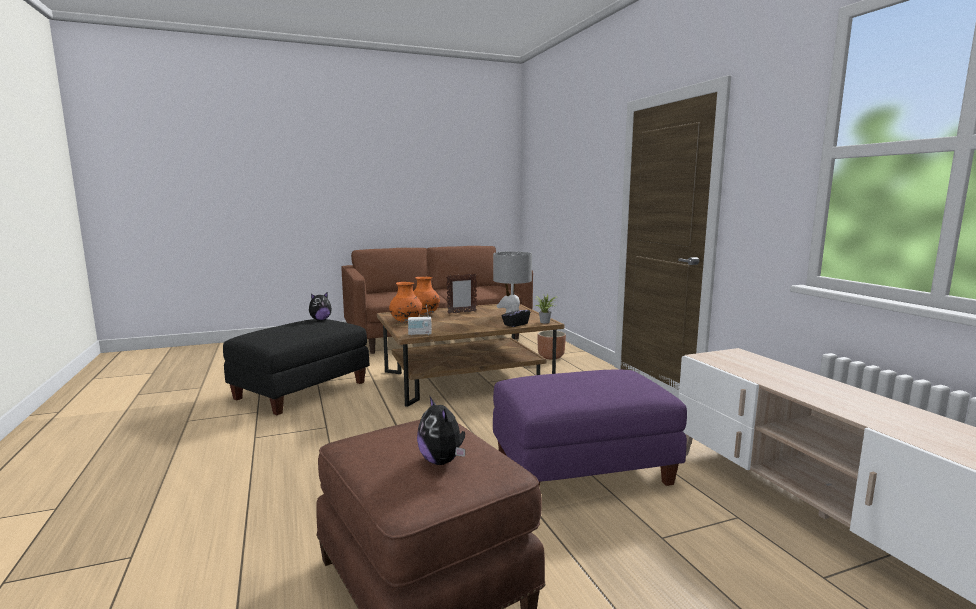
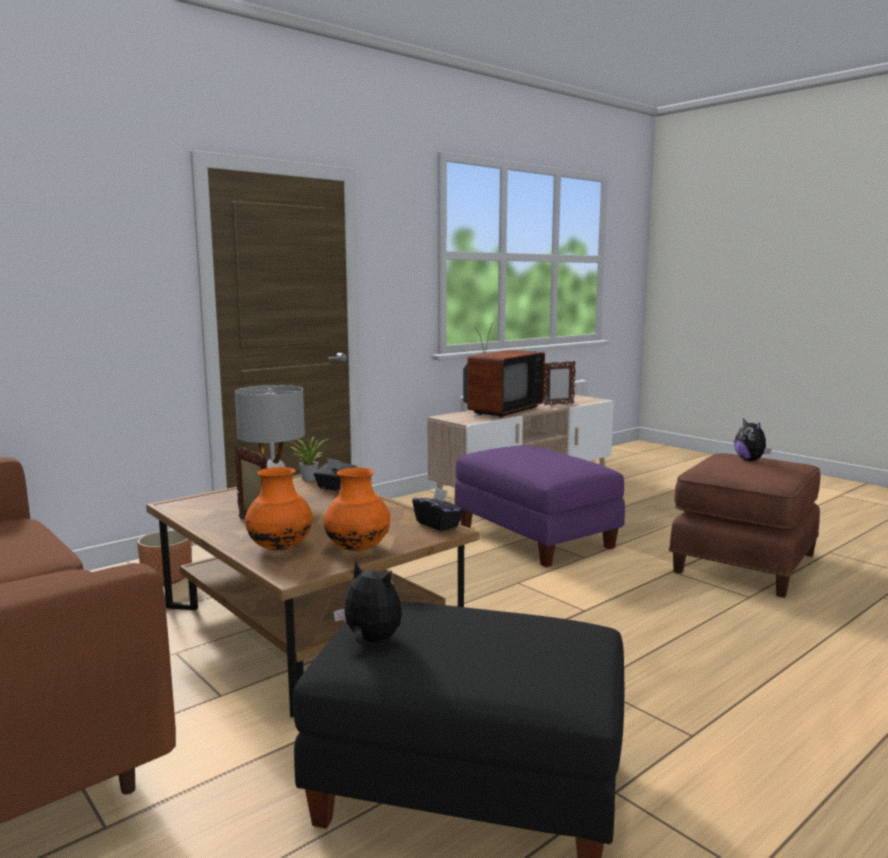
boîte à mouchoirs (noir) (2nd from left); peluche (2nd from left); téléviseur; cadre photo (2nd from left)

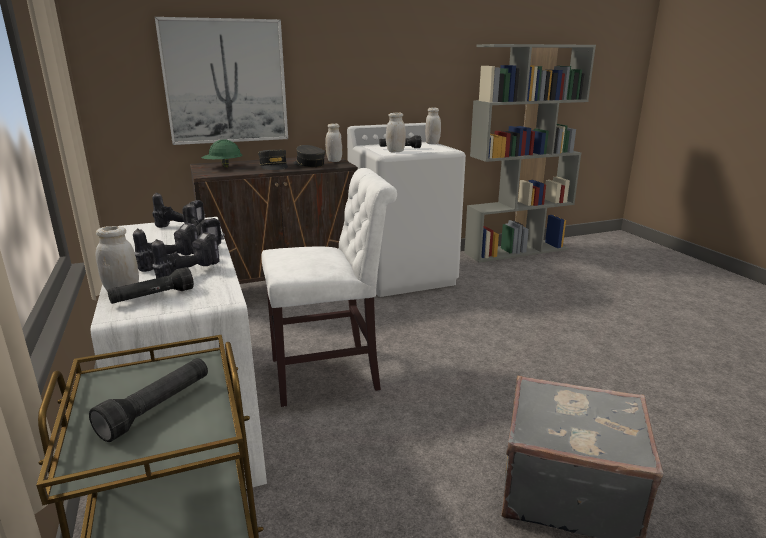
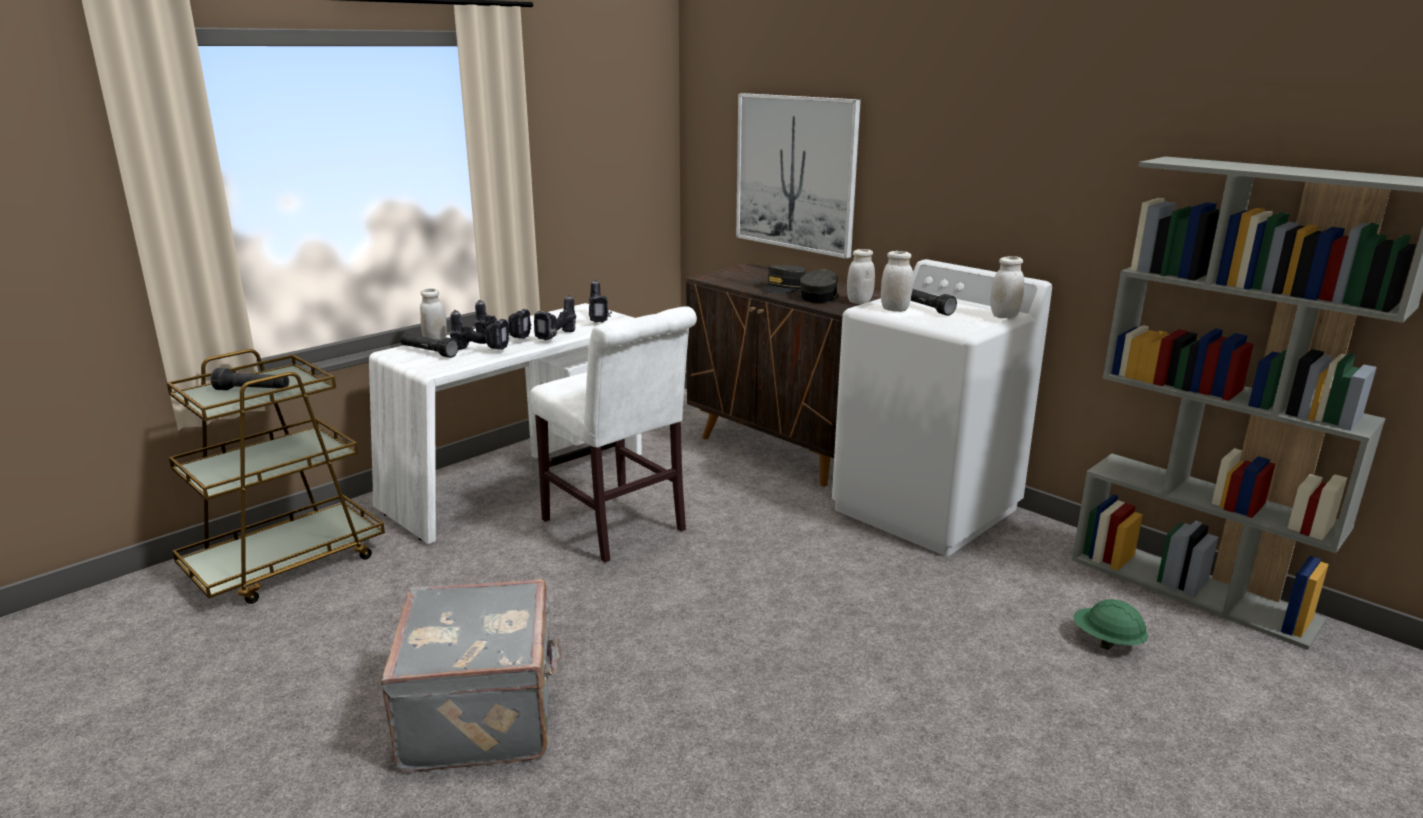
casque de chantier (vert)

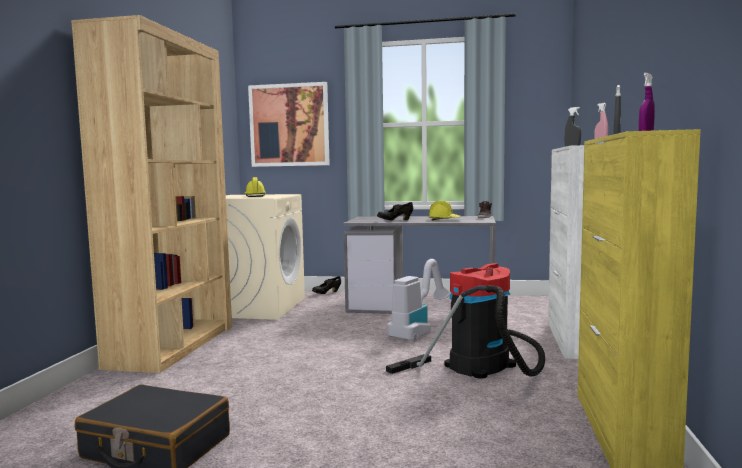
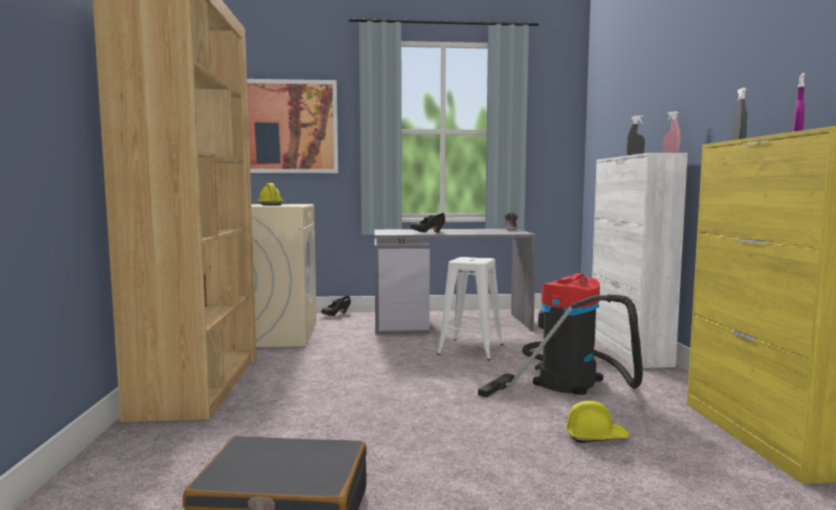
casque de chantier (jaune) (2nd from left); tabouret (blanc)

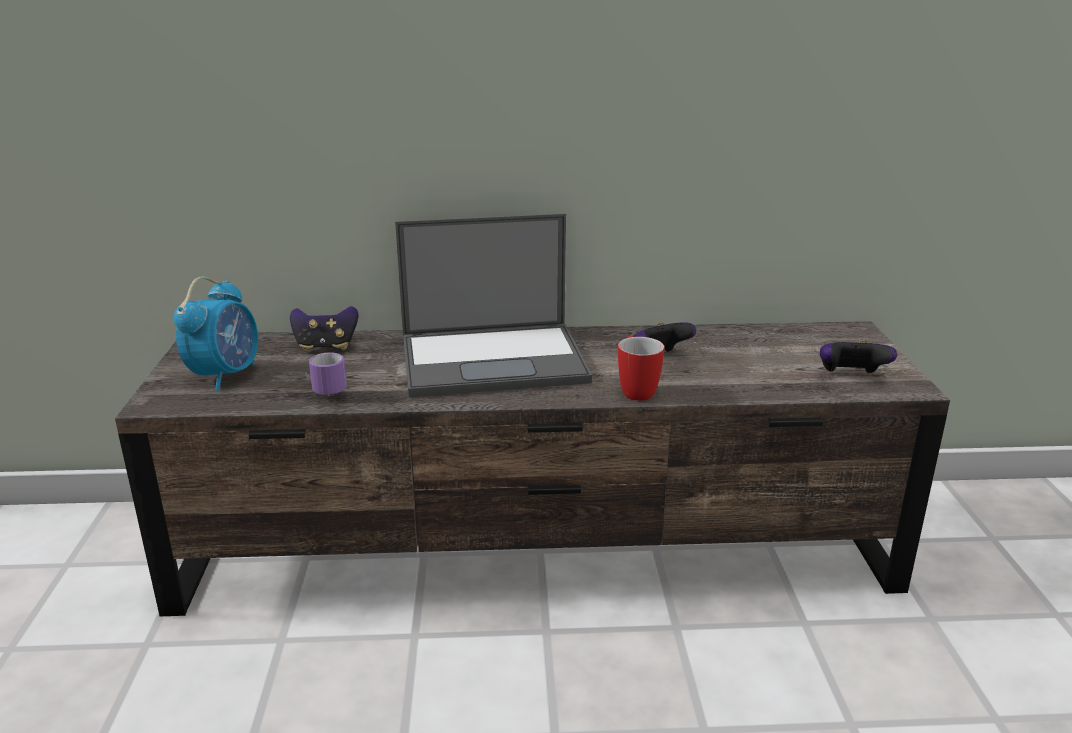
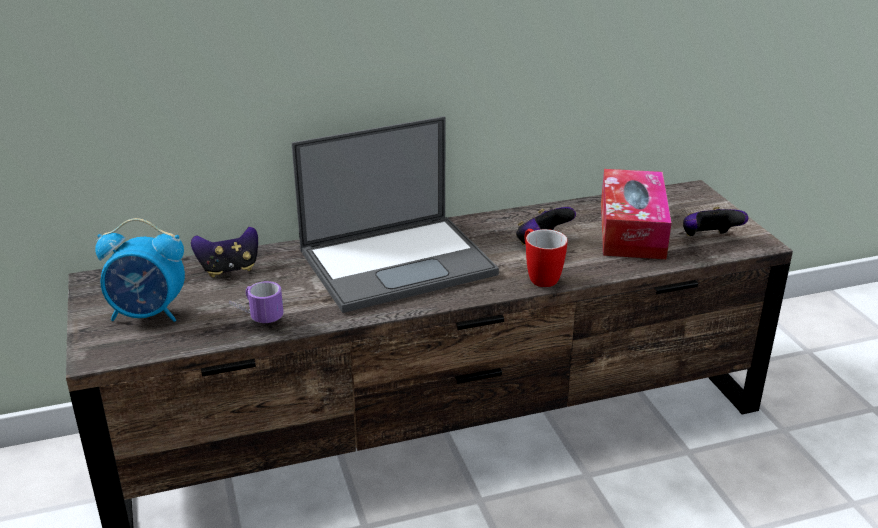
réveil; boîte à mouchoirs

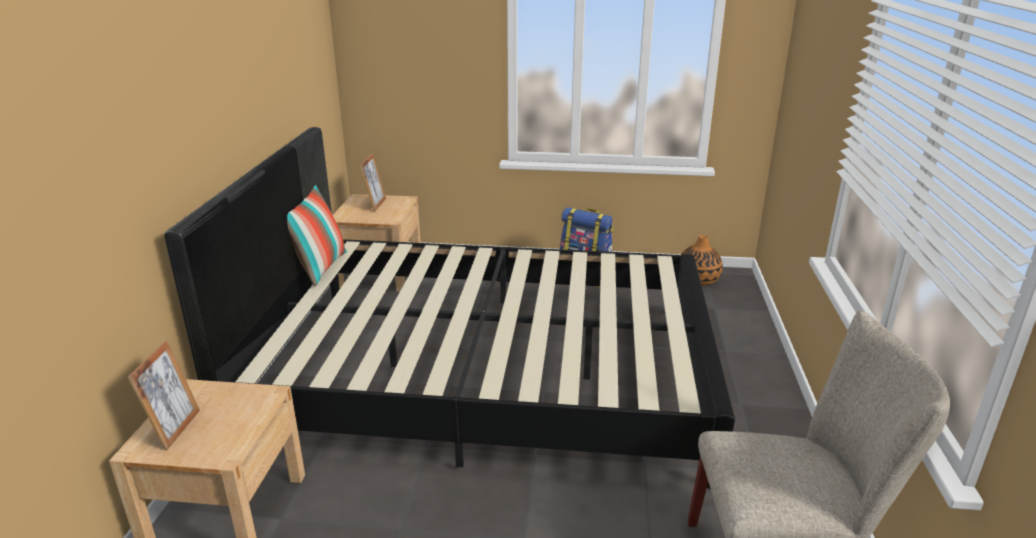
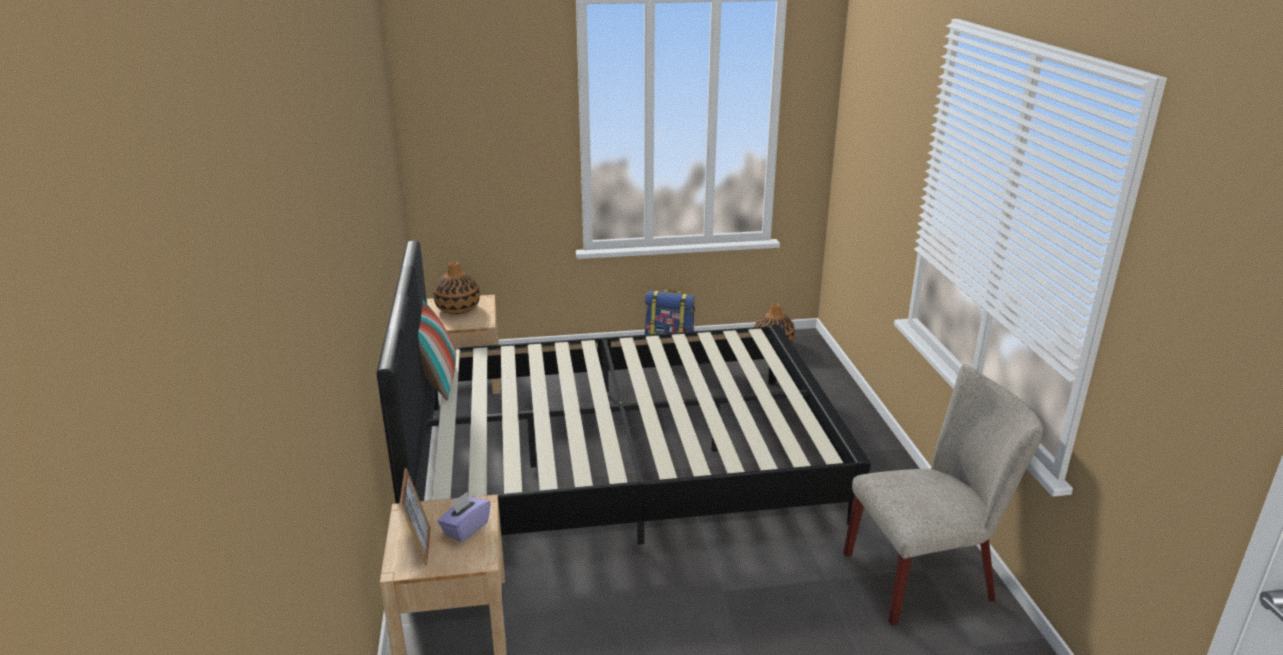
vase (1st from left); boîte à mouchoirs (violet)

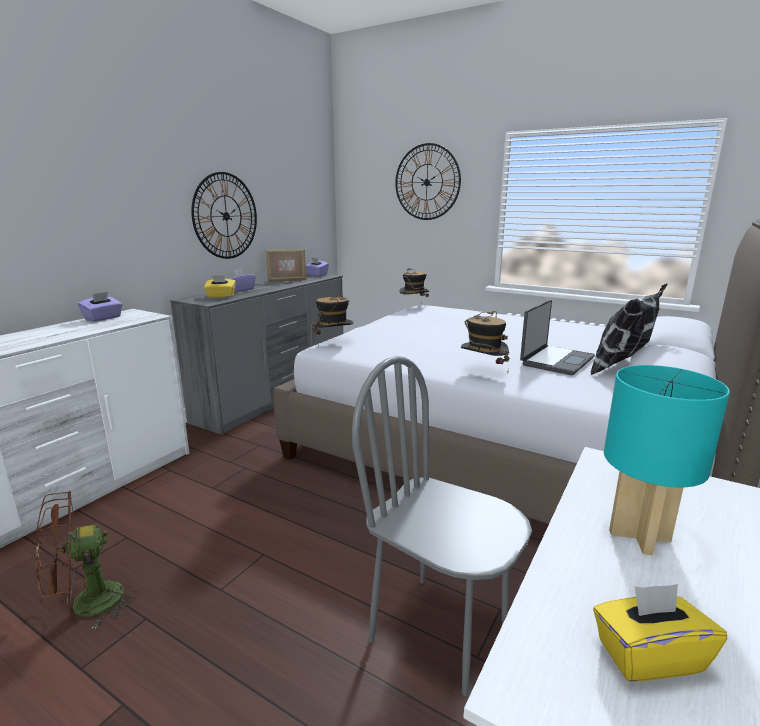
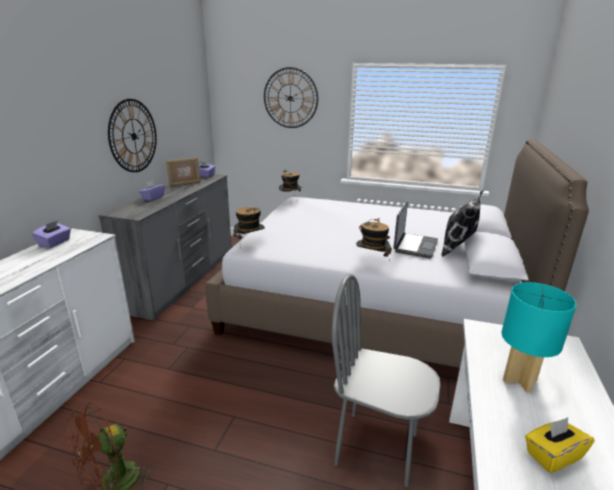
boîte à mouchoirs (jaune) (1st from left in the first image)

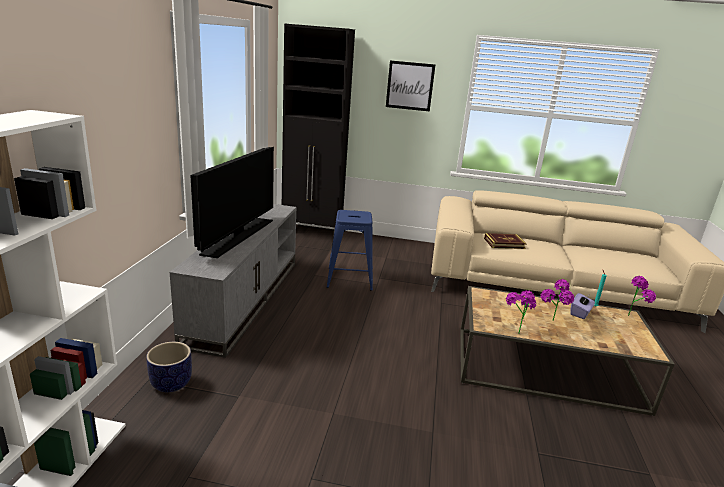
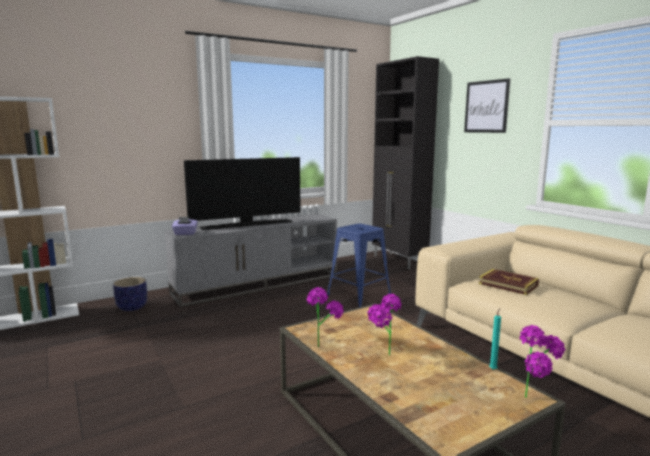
boîte à mouchoirs (violet)

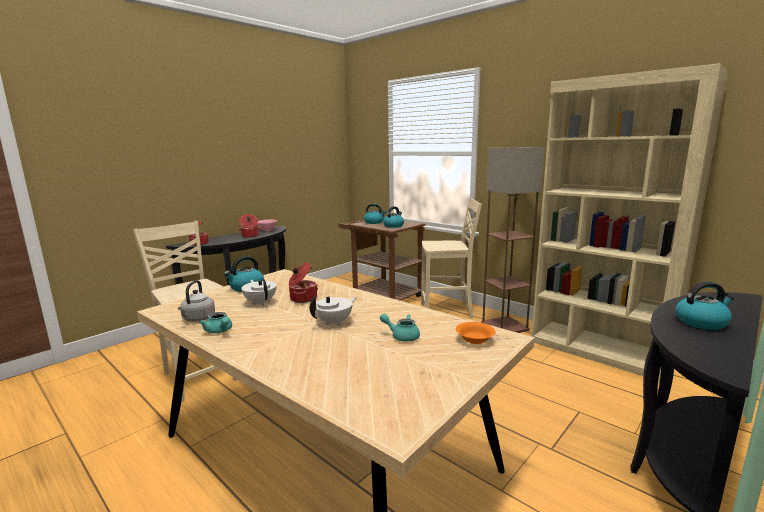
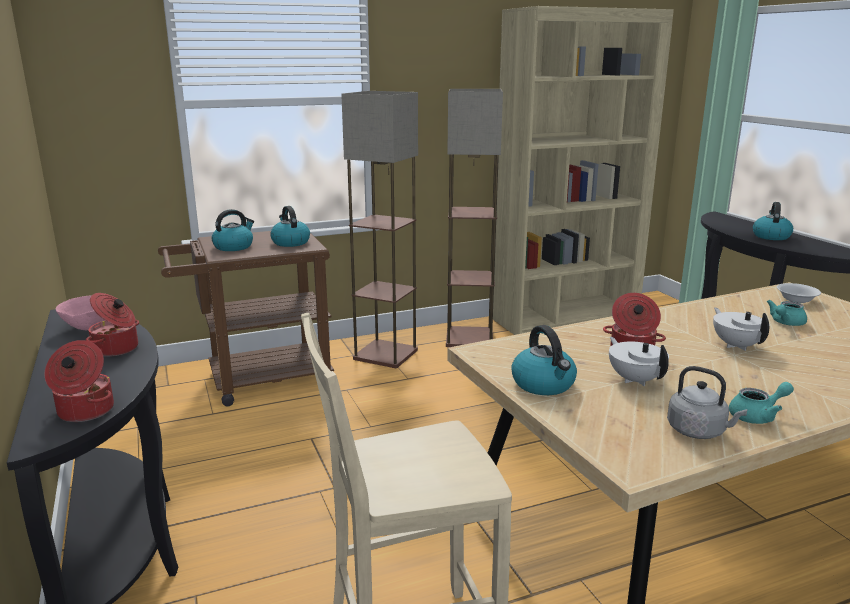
lampadaire (1st from left); théière (blanc) (1st from left); bol (blanc)

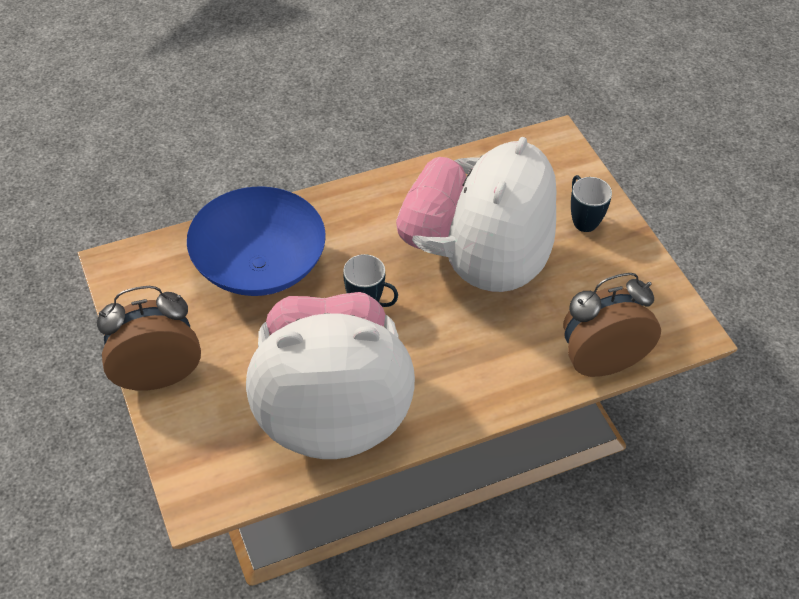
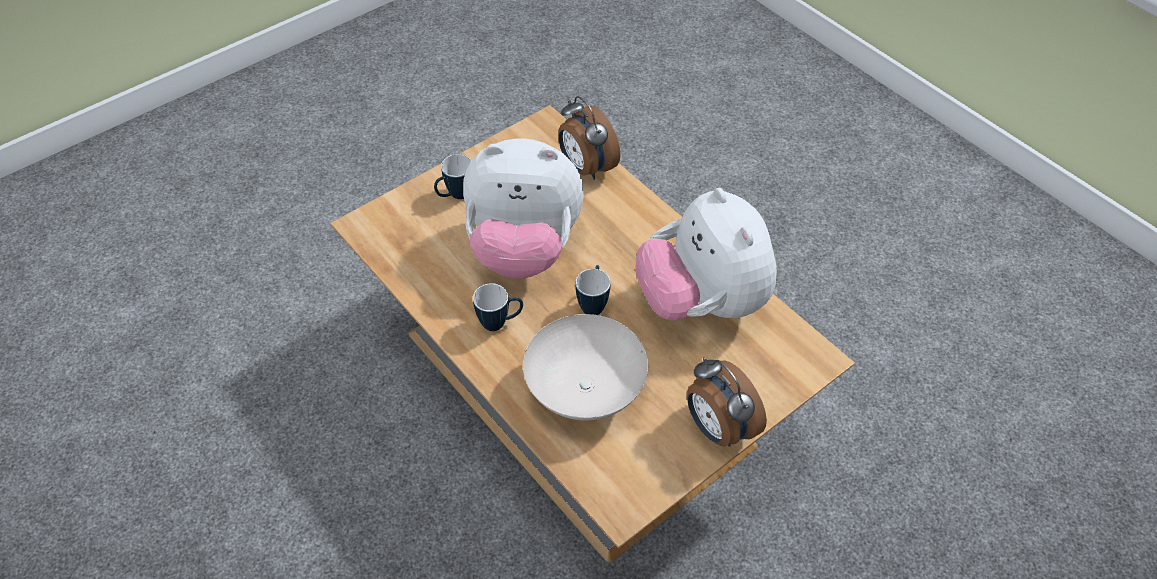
bol (blanc); mug (2nd from left)

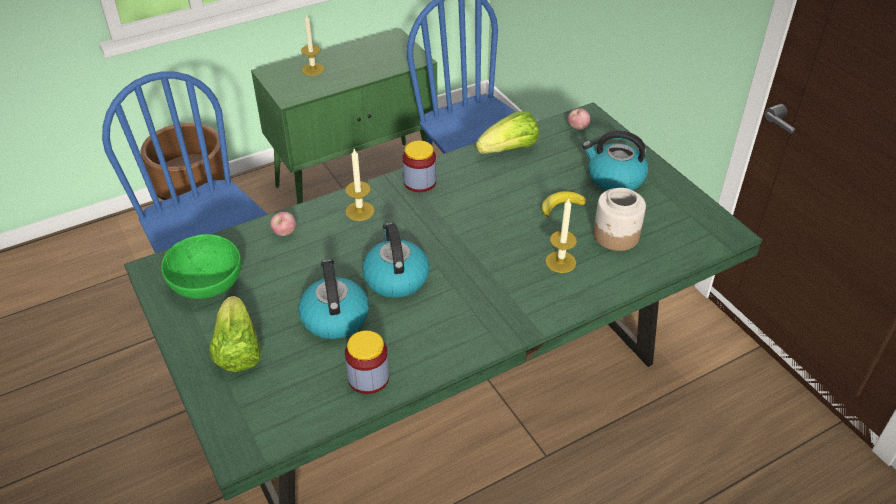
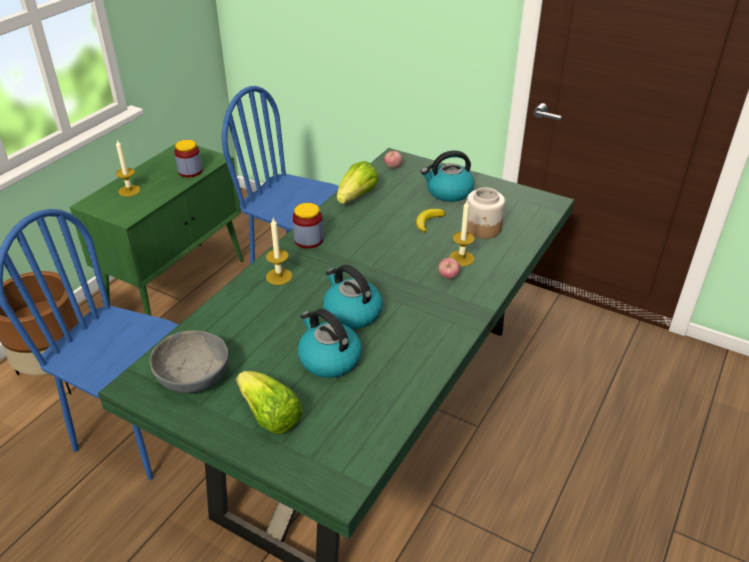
pomme (2nd from left); bol (gris); bocal (1st from left)

